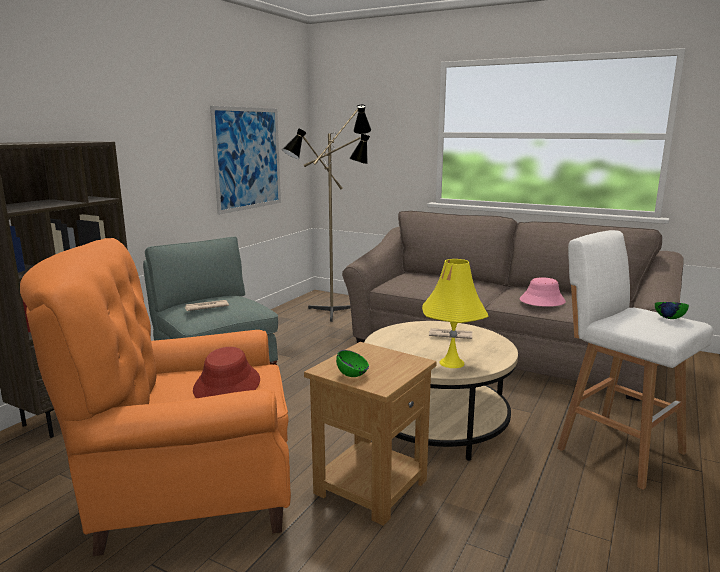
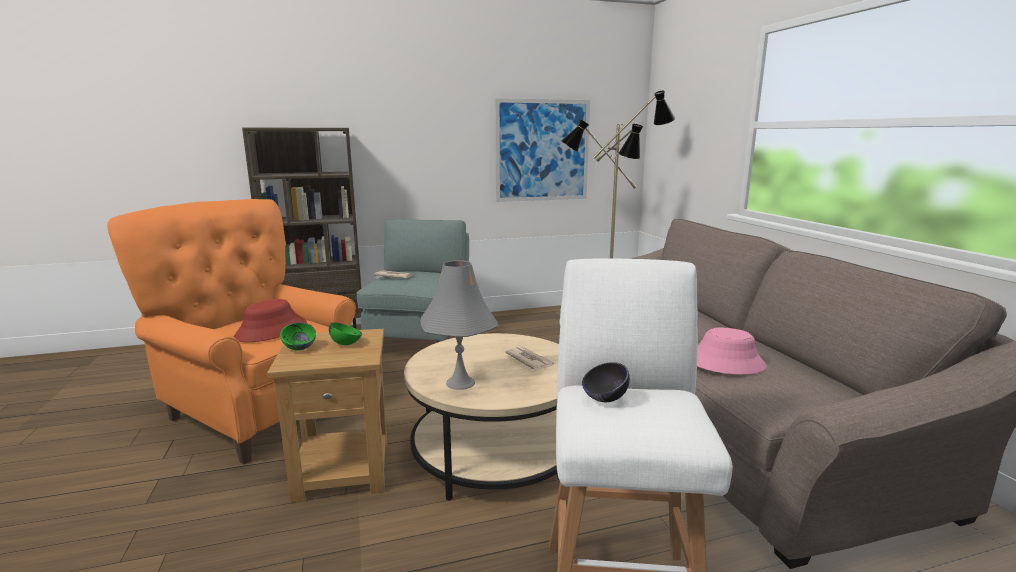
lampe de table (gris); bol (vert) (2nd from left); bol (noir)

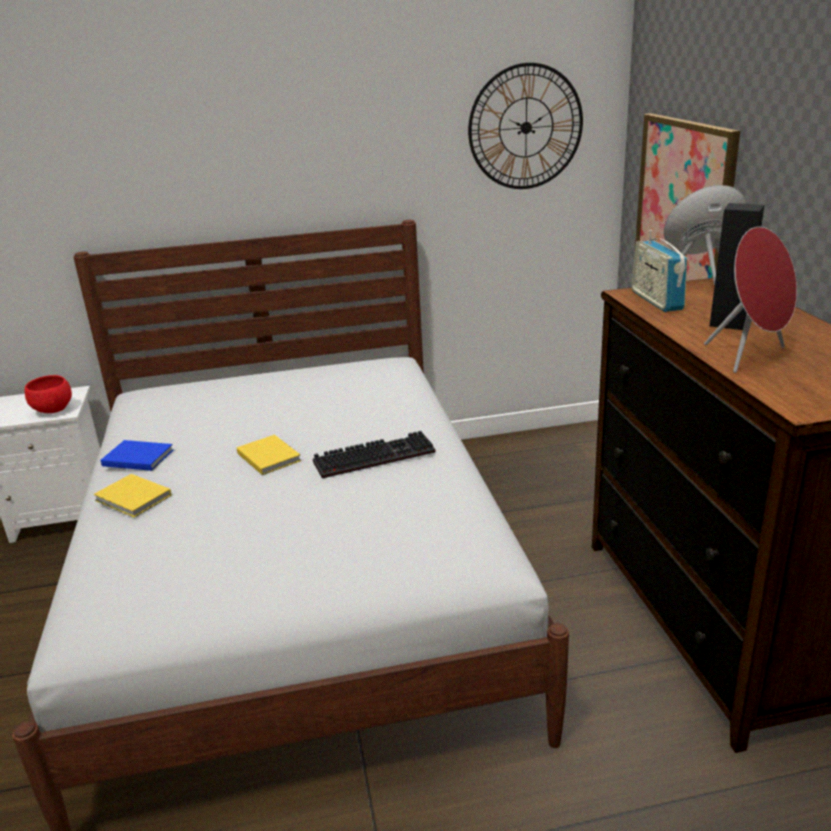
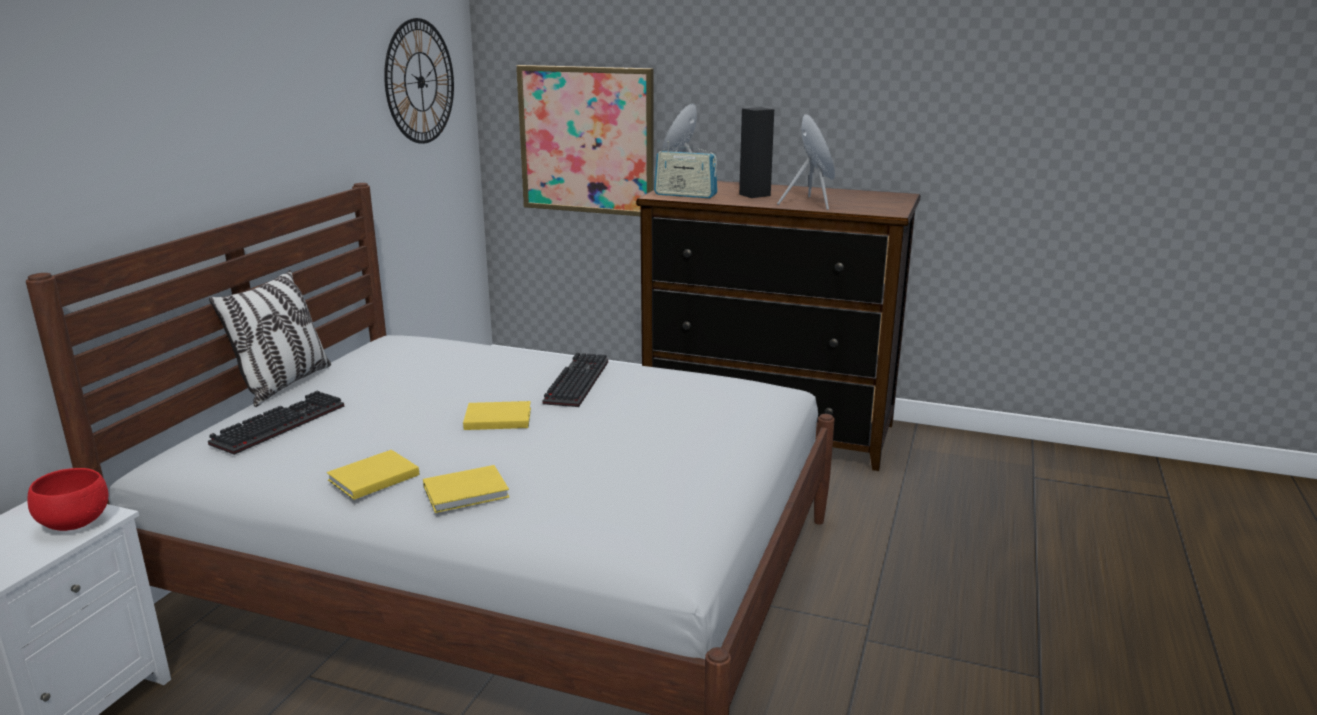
livre (jaune) (1st from left); coussin; clavier (1st from left)

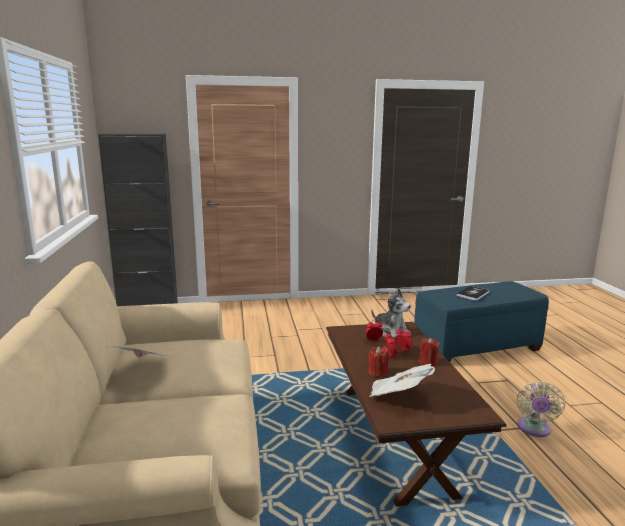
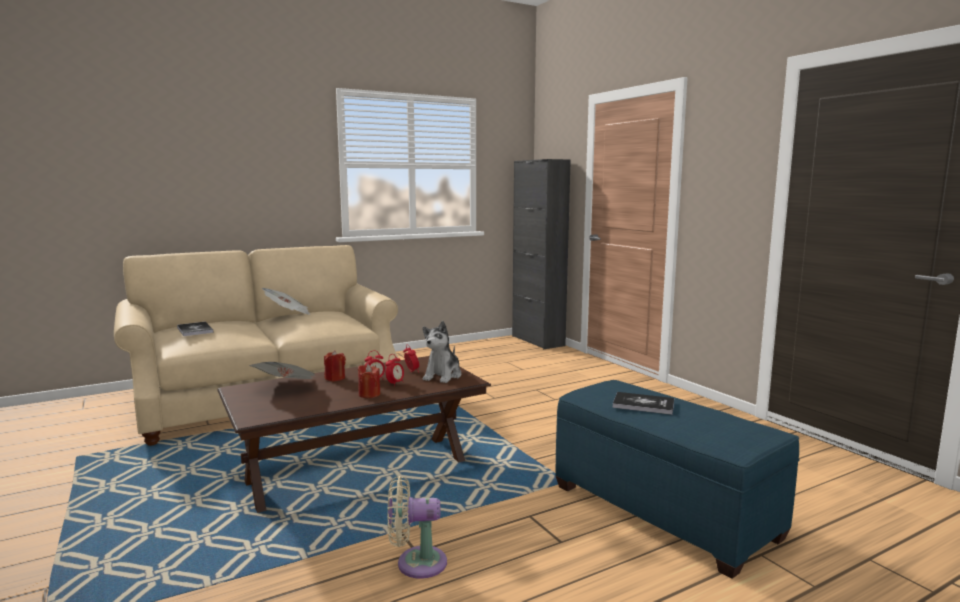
livre (1st from left)

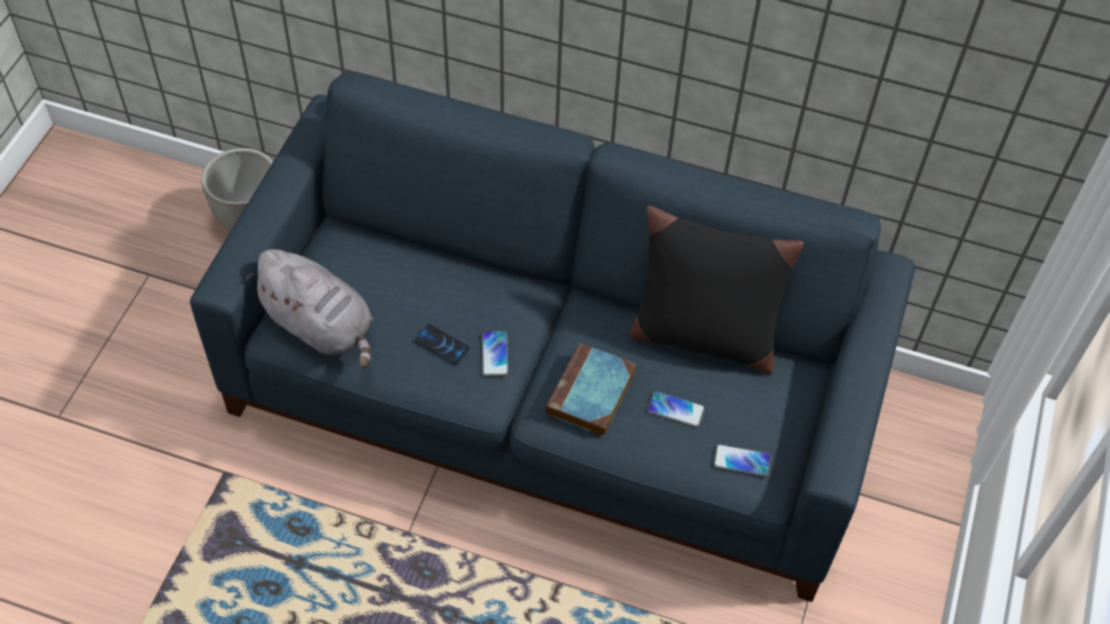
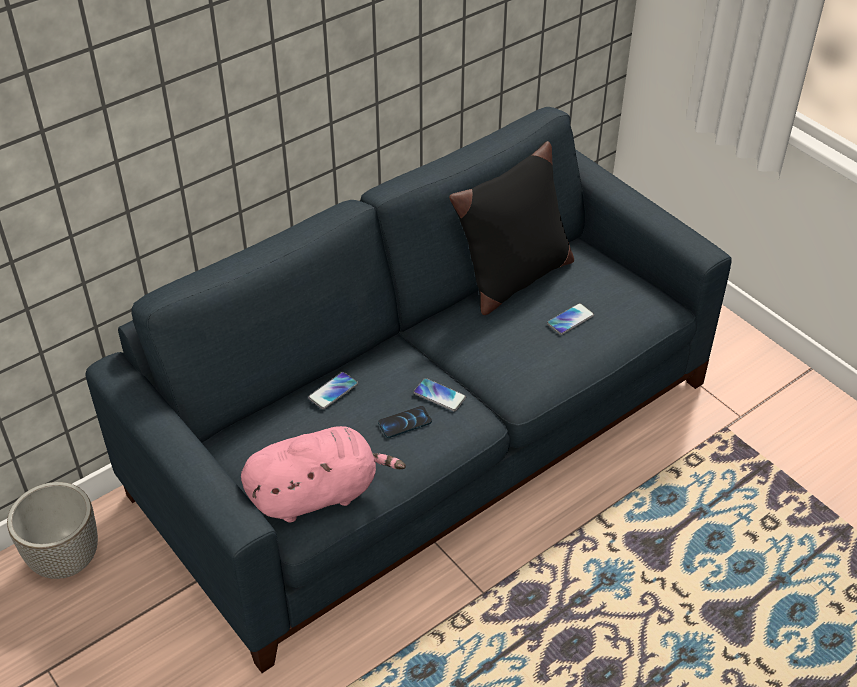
peluche (rose); livre; téléphone (1st from left)

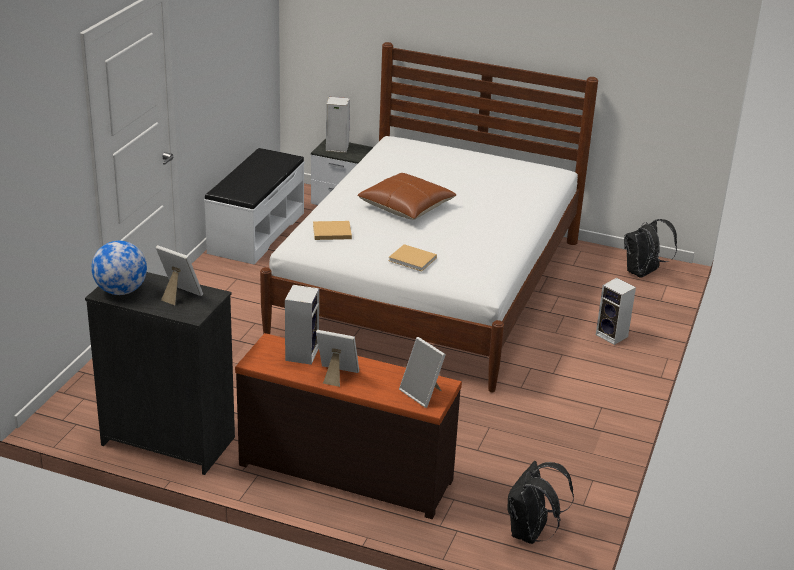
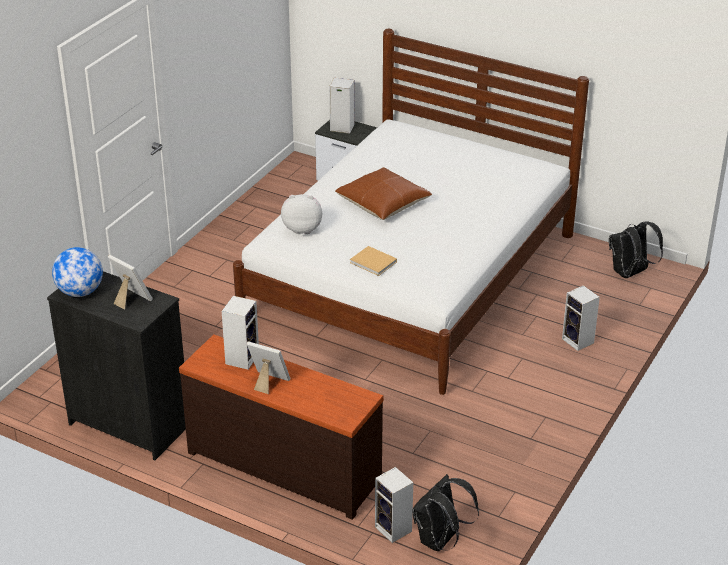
banc (blanc); peluche; cadre photo (3rd from left in the first image); enceinte (3rd from left)

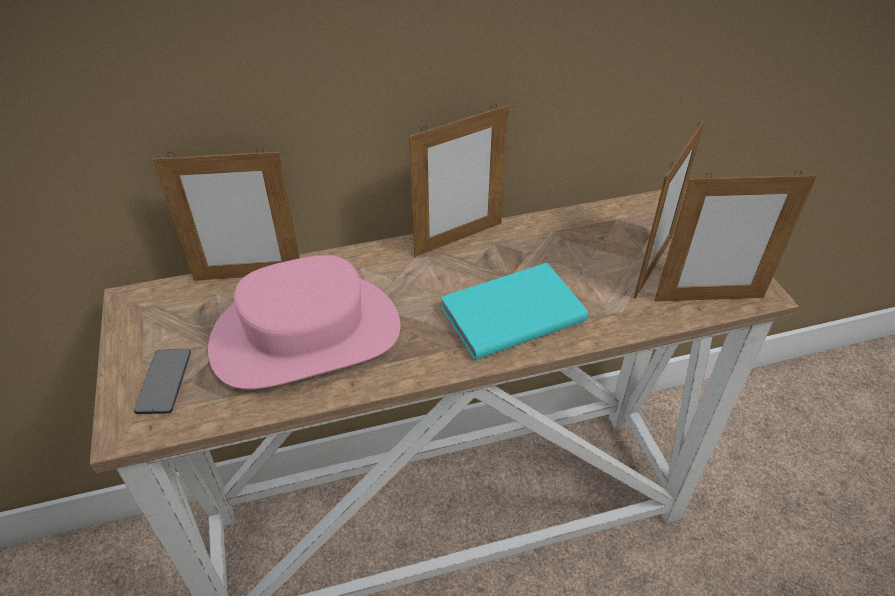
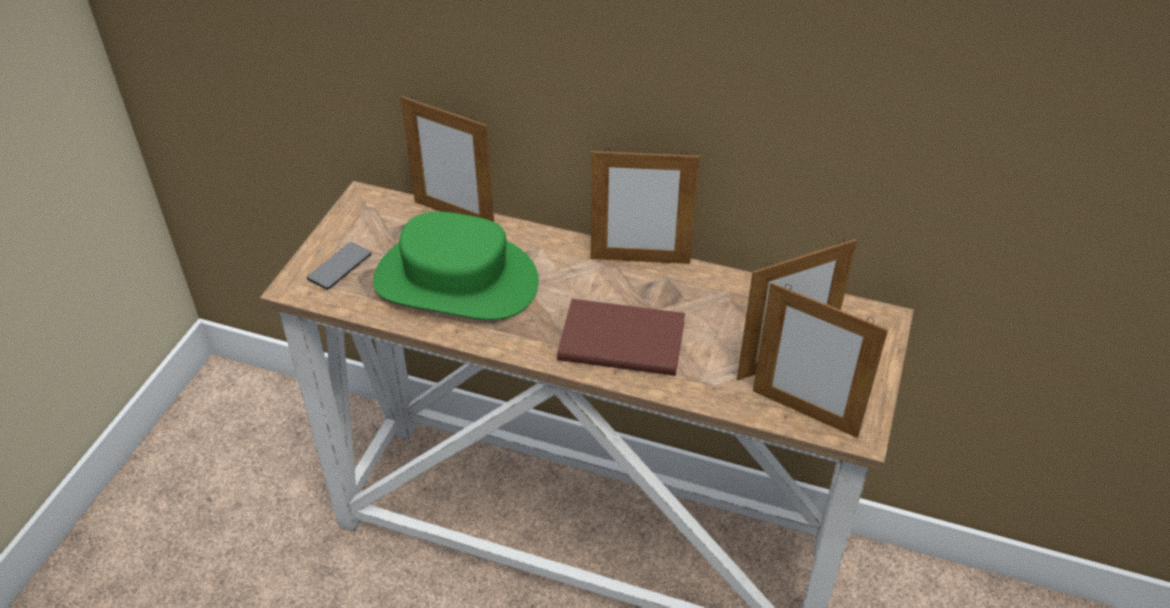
chapeau (vert); livre (marron)

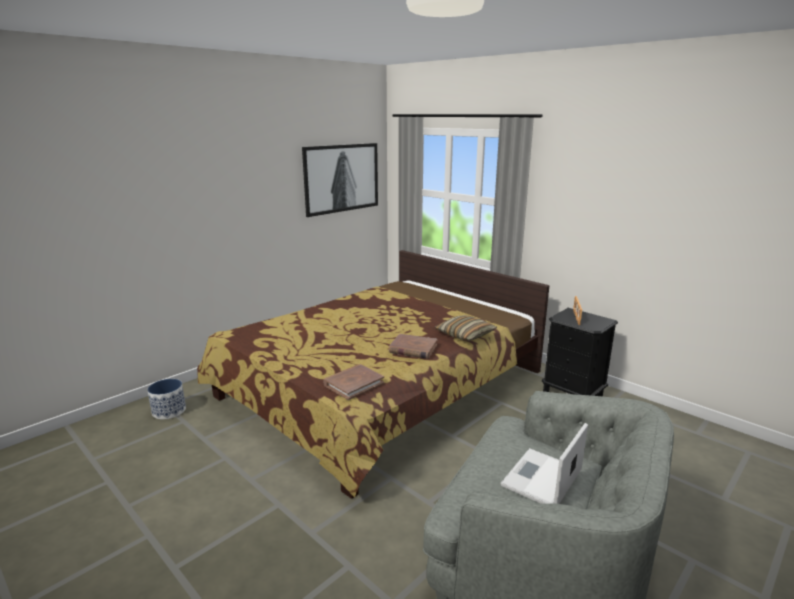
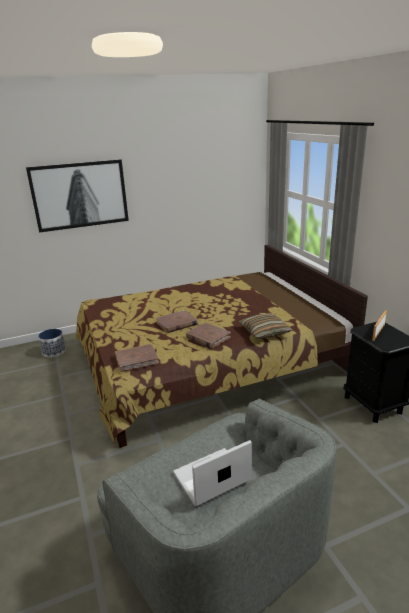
tableau; livre (marron) (2nd from left)

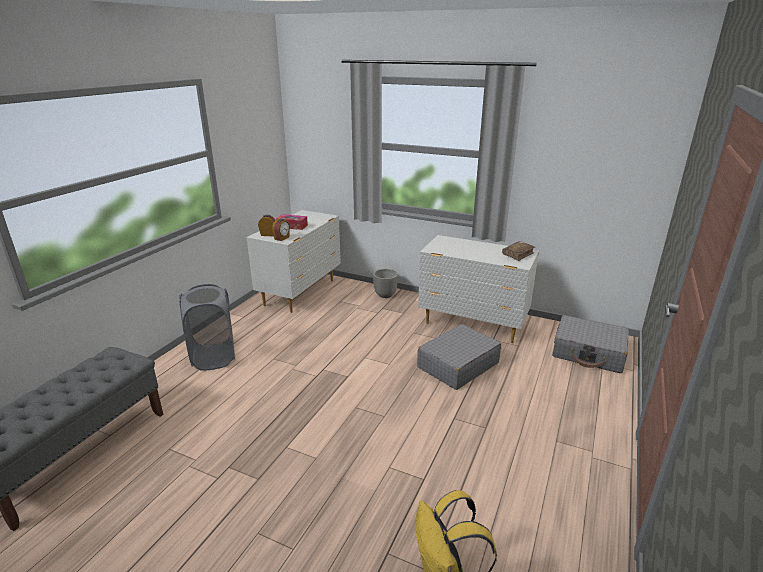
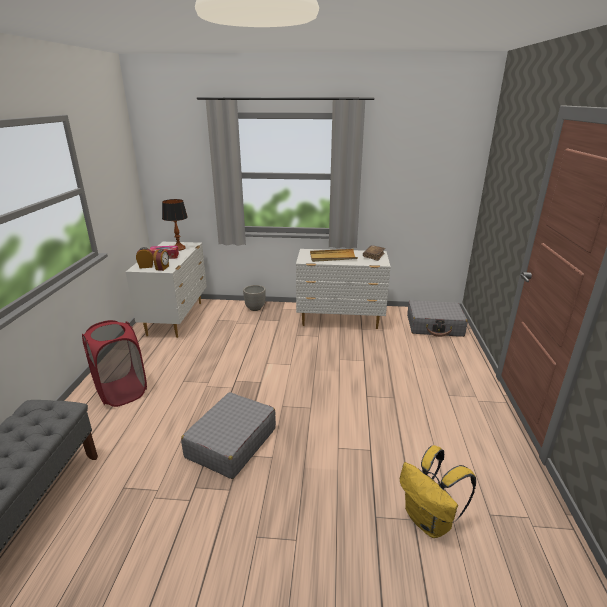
panier à linge (rouge); valise (gris) (1st from left); lampe de table; plateau (beige)

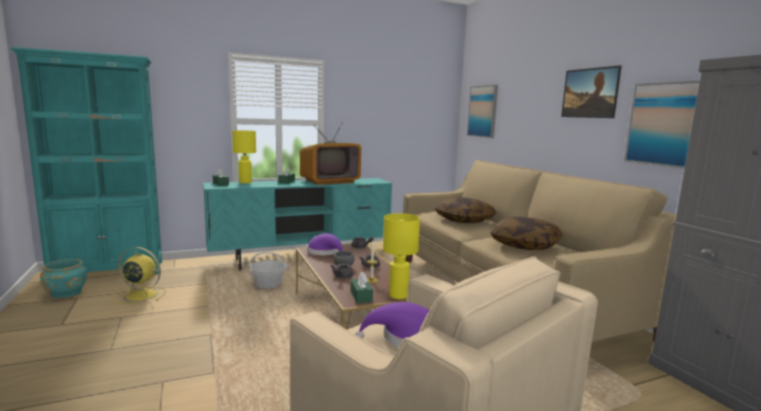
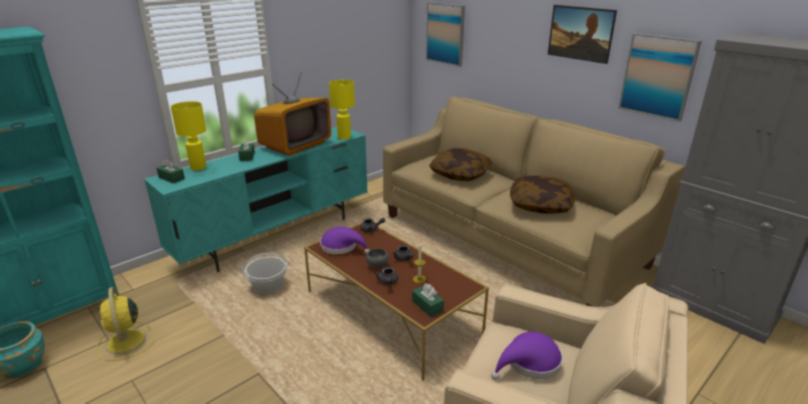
lampe de table (jaune) (2nd from left); ventilateur (jaune)

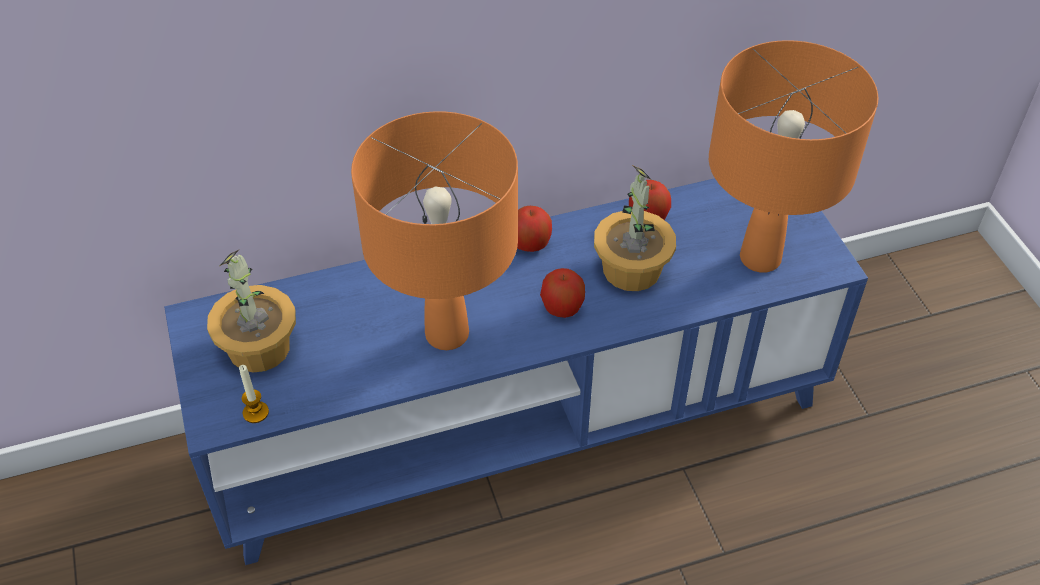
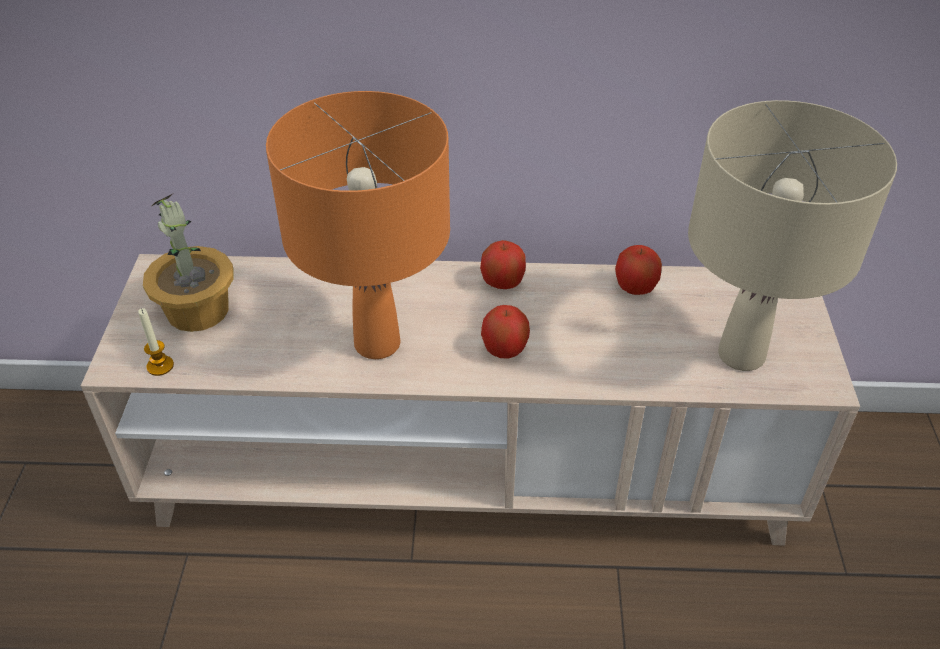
lampe de table (beige); plante en pot (2nd from left in the first image); meuble télé (beige)

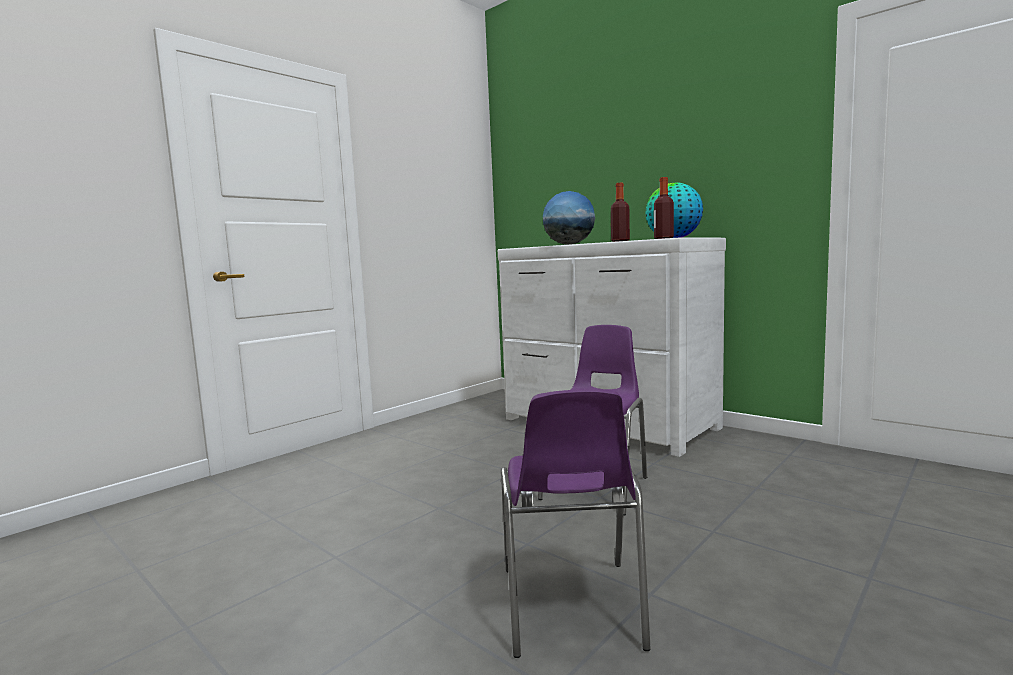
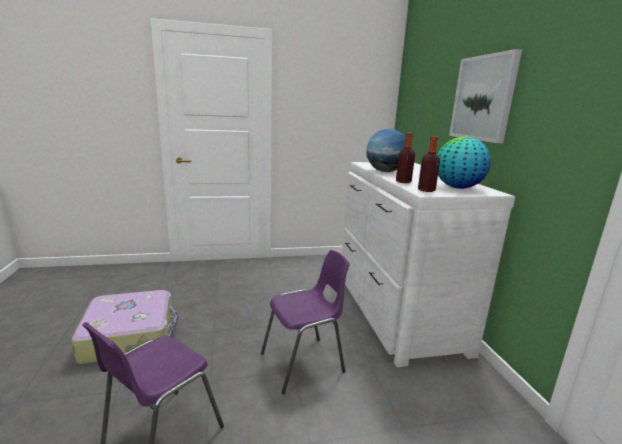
tableau; valise

